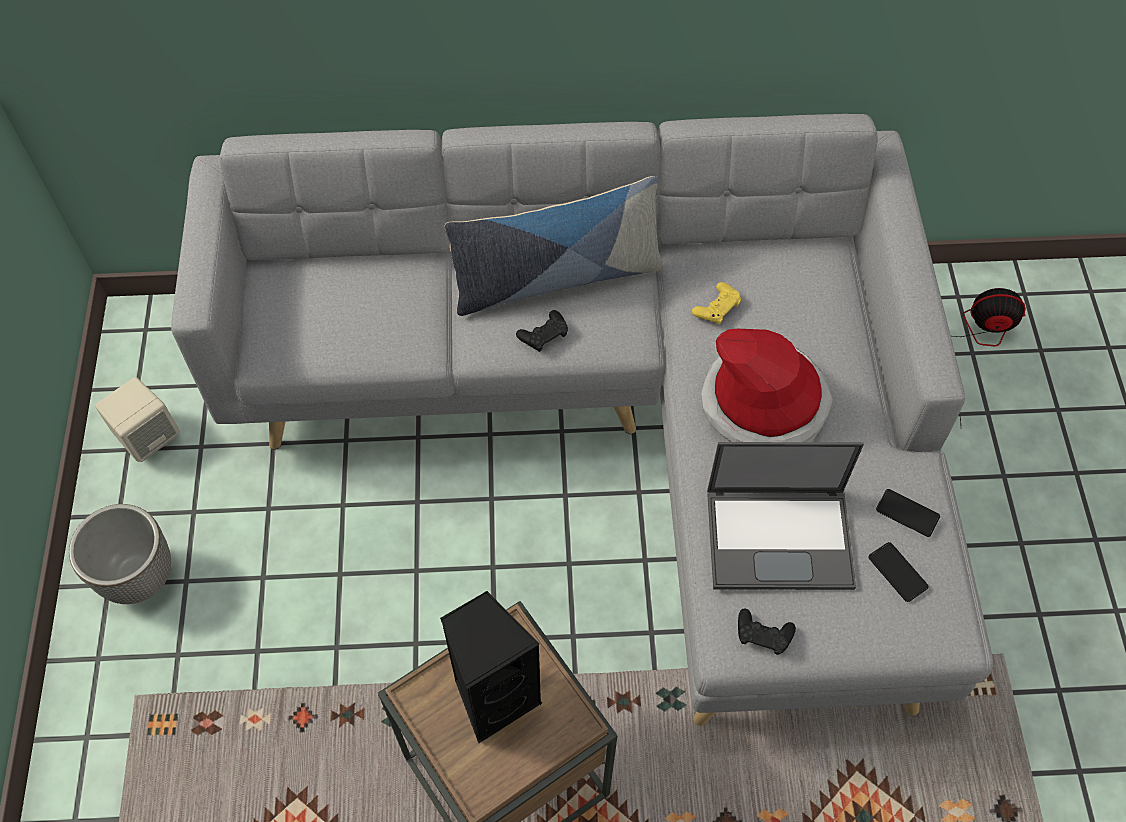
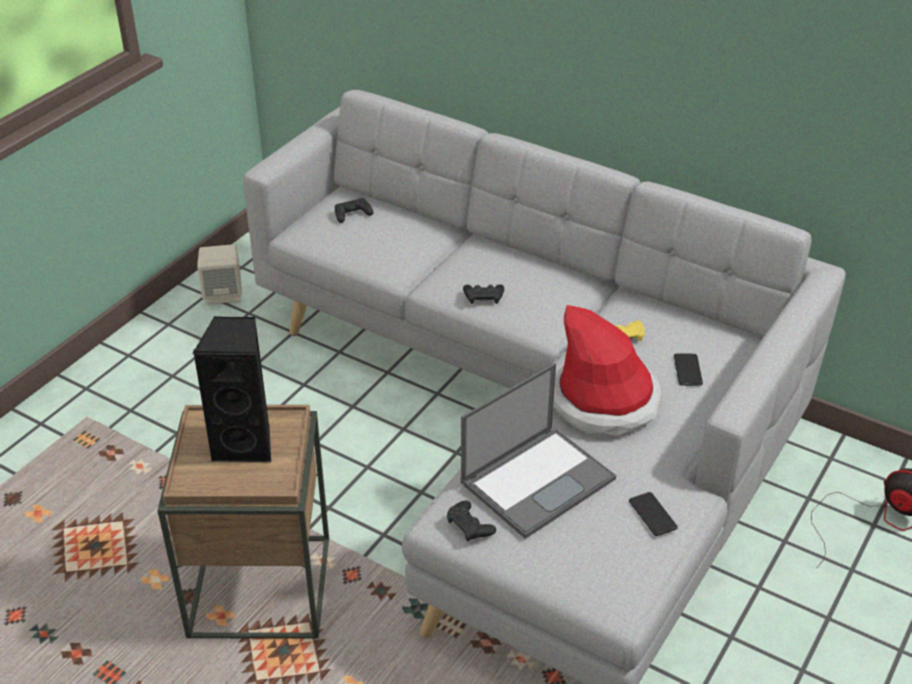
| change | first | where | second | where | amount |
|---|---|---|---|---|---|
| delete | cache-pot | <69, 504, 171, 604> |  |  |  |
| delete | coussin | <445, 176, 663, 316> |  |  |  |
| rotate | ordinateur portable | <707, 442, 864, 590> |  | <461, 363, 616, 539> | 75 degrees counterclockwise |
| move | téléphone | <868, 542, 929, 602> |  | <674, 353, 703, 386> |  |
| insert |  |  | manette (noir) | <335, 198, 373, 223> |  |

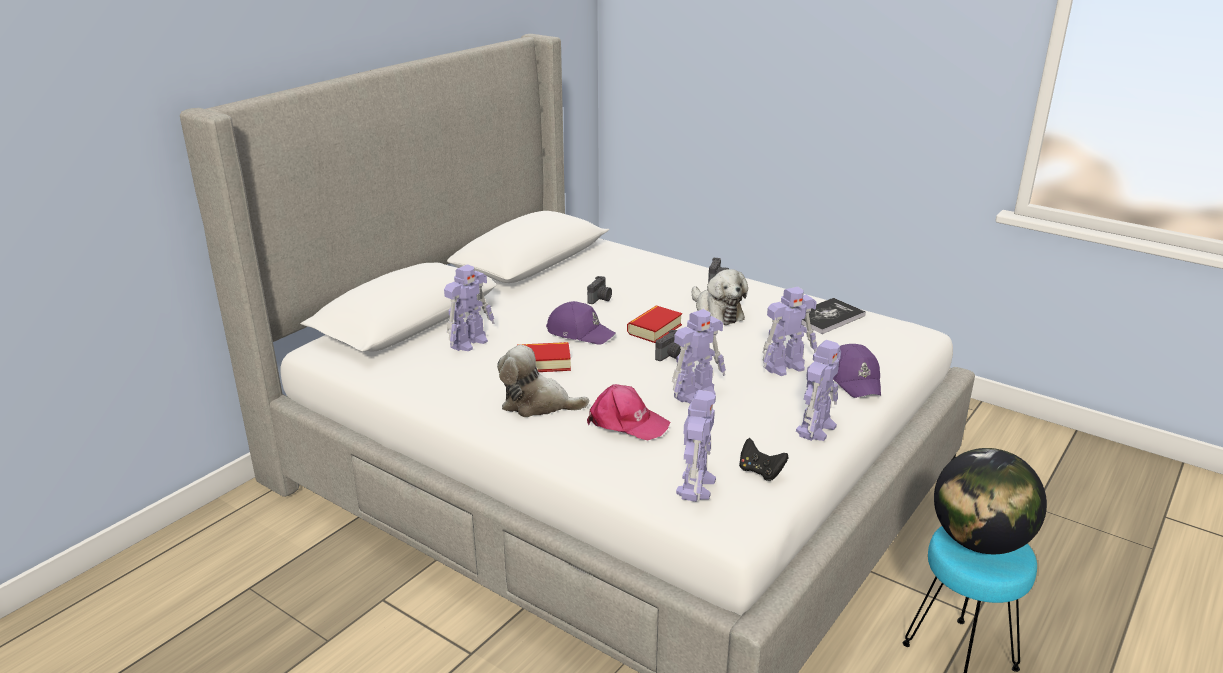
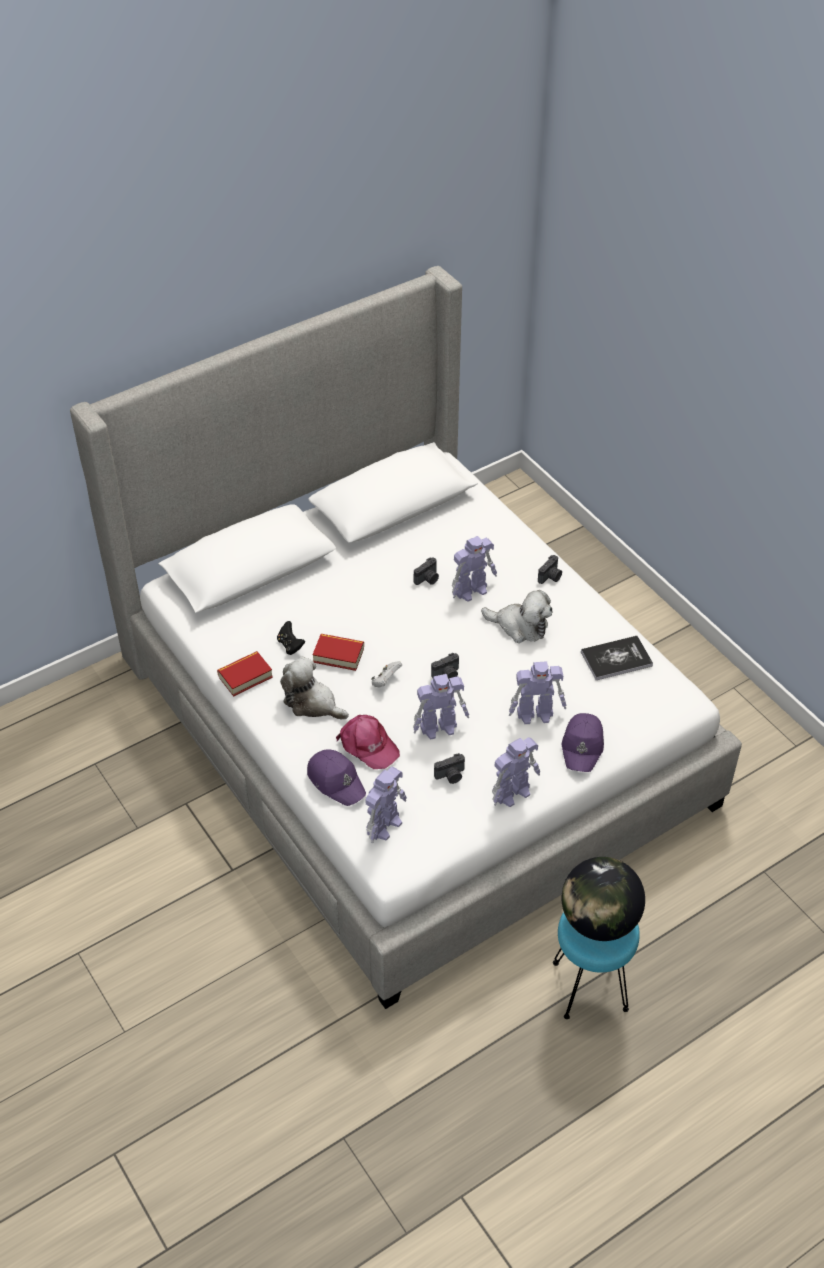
| change | first | where | second | where | amount |
|---|---|---|---|---|---|
| move | robot jouet | <444, 264, 494, 351> |  | <452, 536, 497, 602> |  |
| move | casquette (violet) | <546, 301, 615, 345> |  | <307, 749, 366, 806> |  |
| move | livre | <627, 305, 682, 343> |  | <217, 651, 273, 697> |  |
| rotate | peluche | <692, 269, 748, 325> |  | <481, 590, 552, 643> | 60 degrees counterclockwise |
| move | manette (noir) | <739, 438, 789, 481> |  | <277, 621, 305, 655> |  |
| insert |  |  | manette (blanc) | <371, 661, 402, 688> |  |
| insert |  |  | appareil photo | <434, 753, 465, 784> |  |

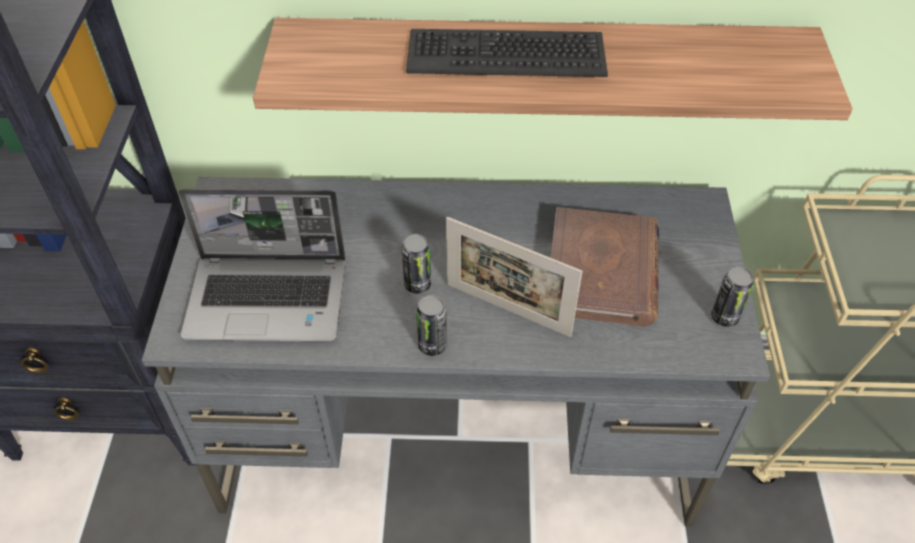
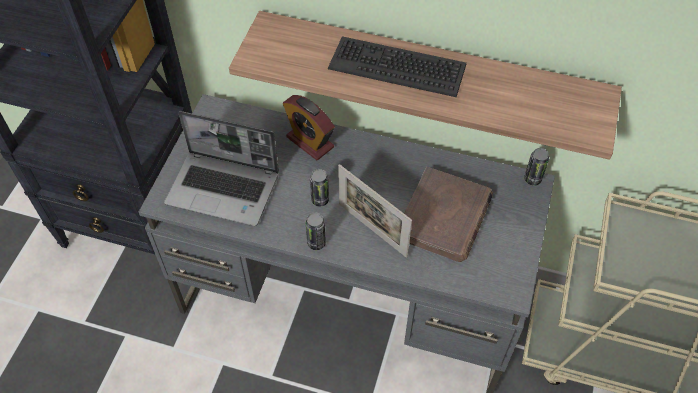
| change | first | where | second | where | amount |
|---|---|---|---|---|---|
| move | boîte métallique | <711, 266, 754, 327> |  | <524, 148, 549, 186> |  |
| insert |  |  | réveil | <283, 95, 335, 160> |  |

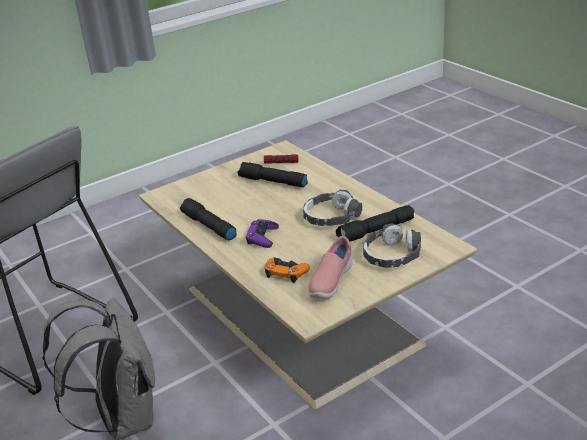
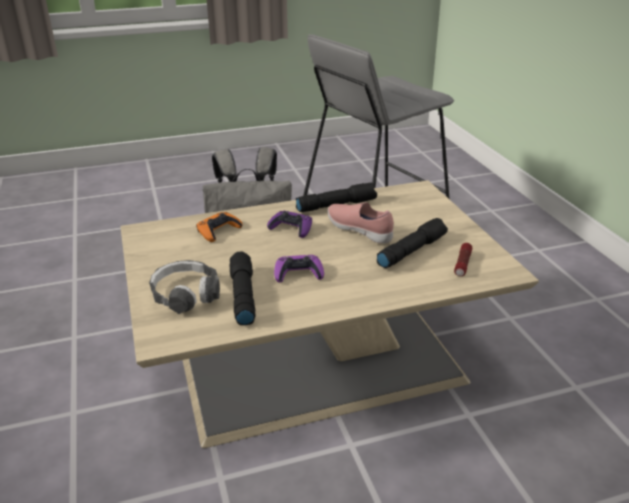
| change | first | where | second | where | amount |
|---|---|---|---|---|---|
| replace | casque audio | <303, 190, 362, 226> | manette (violet) | <274, 255, 324, 283> |  |
| move | chaussure (rose) | <308, 236, 353, 299> |  | <328, 202, 394, 244> |  |

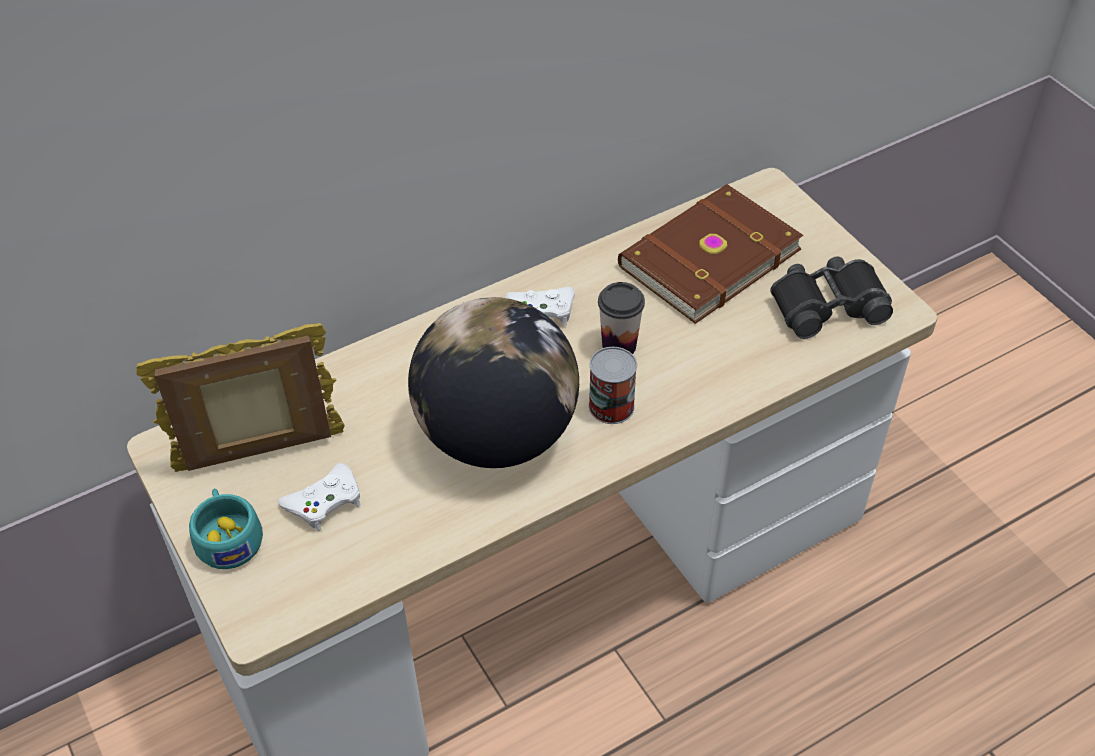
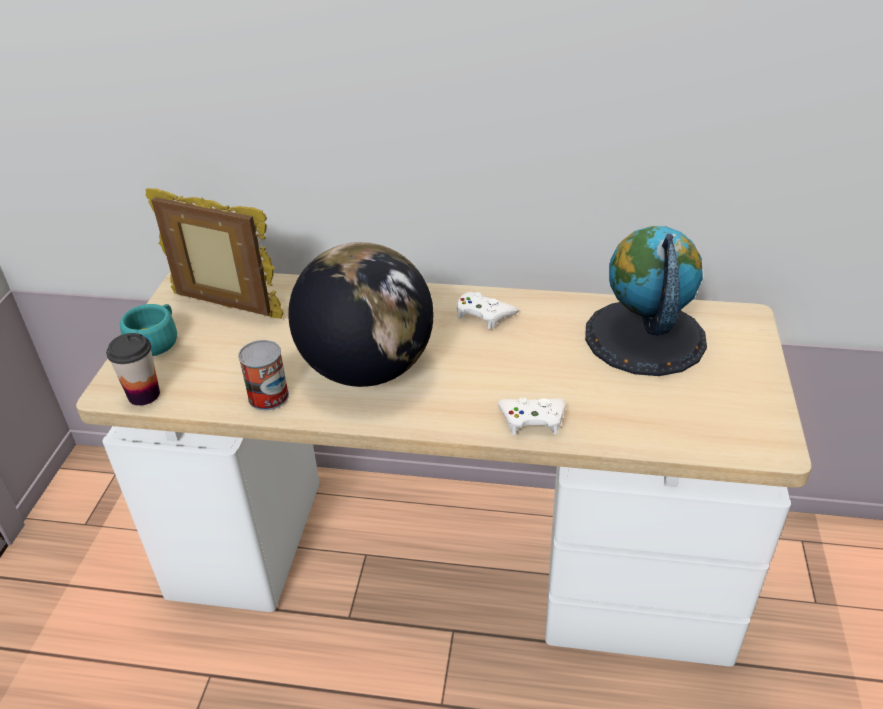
| change | first | where | second | where | amount |
|---|---|---|---|---|---|
| move | manette (blanc) | <278, 463, 361, 531> |  | <498, 397, 566, 435> |  |
| move | boîte métallique | <589, 347, 637, 424> |  | <238, 340, 289, 410> |  |
| move | tasse | <598, 282, 645, 354> |  | <106, 333, 160, 406> |  |
| replace | livre (marron) | <618, 184, 804, 324> | globe | <585, 226, 707, 376> |  |
| delete | jumelles (noir) | <770, 256, 893, 339> |  |  |  |

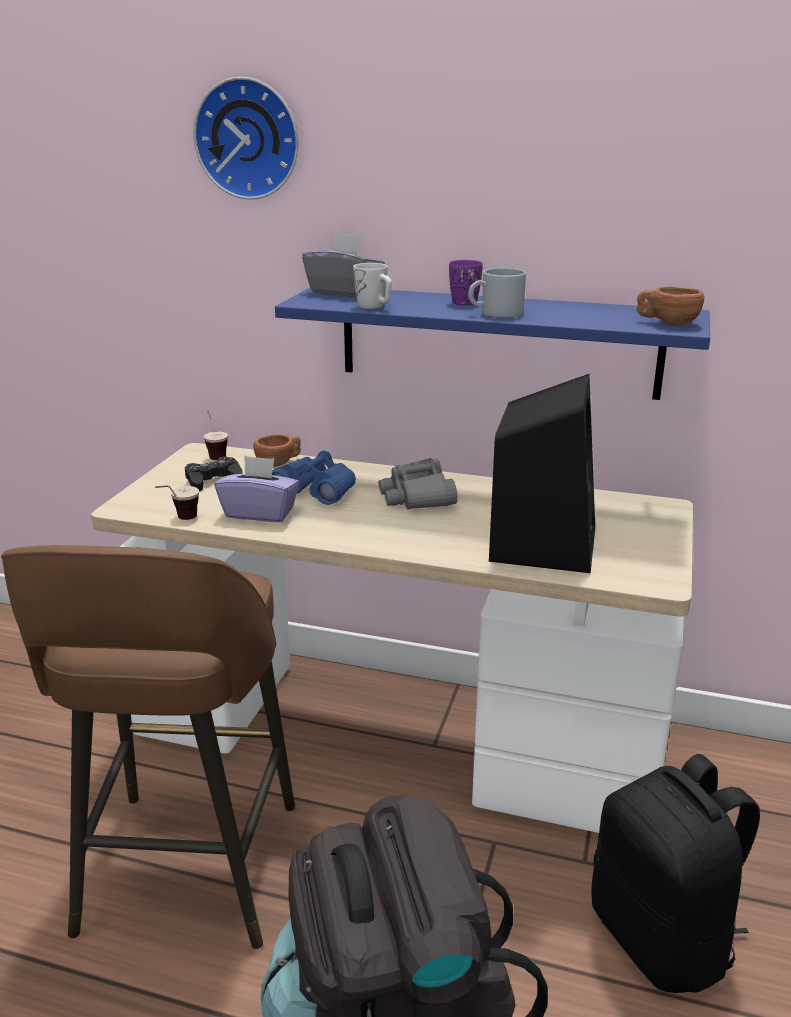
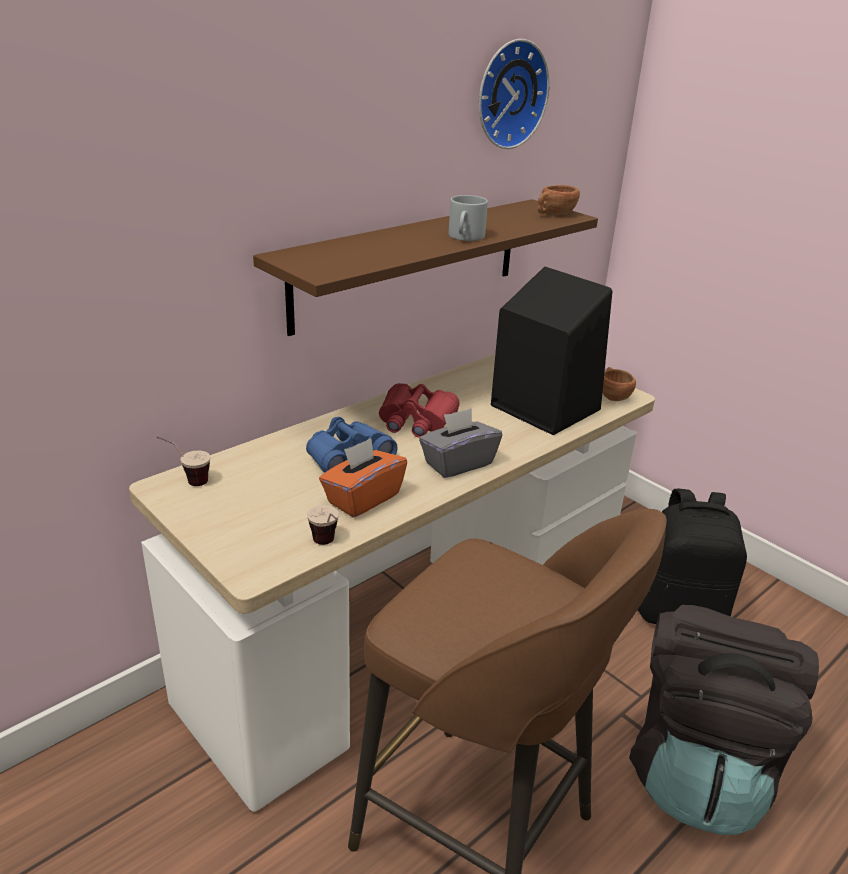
| change | first | where | second | where | amount |
|---|---|---|---|---|---|
| delete | manette (noir) | <185, 456, 243, 491> |  |  |  |
| move | horloge murale | <193, 77, 298, 200> |  | <479, 39, 550, 149> |  |
| recolor | boîte à mouchoirs (violet) | <215, 456, 300, 522> | boîte à mouchoirs (orange) | <319, 438, 407, 517> |  |
| move | tasse (marron) | <253, 434, 301, 467> |  | <602, 367, 636, 401> |  |
| recolor | étagère (bleu) | <275, 288, 710, 400> | étagère (marron) | <253, 199, 598, 336> |  |
| move | boîte à mouchoirs (gris) | <302, 233, 385, 297> |  | <419, 408, 502, 478> |  |
| delete | mug (blanc) | <353, 263, 392, 309> |  |  |  |
| recolor | jumelles (gris) | <379, 458, 458, 509> | jumelles (rouge) | <379, 383, 460, 438> |  |
| delete | mug (violet) | <449, 260, 483, 305> |  |  |  |

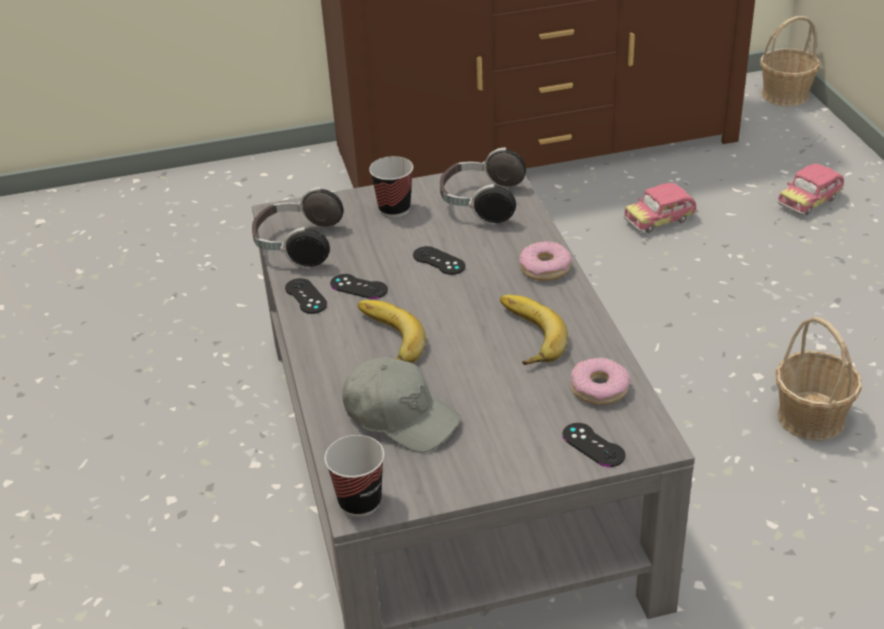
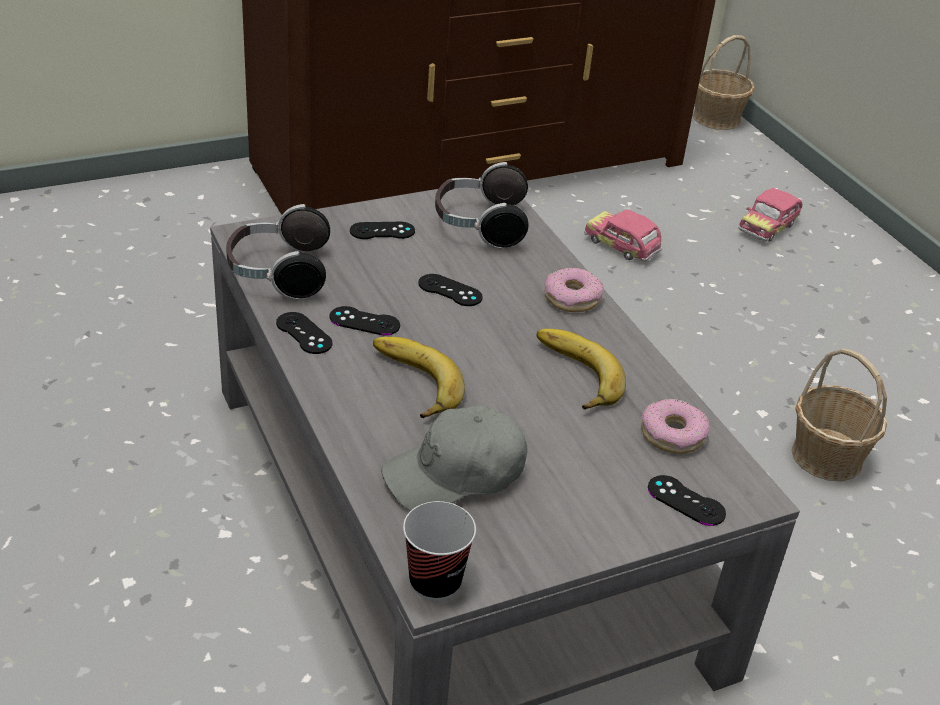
| change | first | where | second | where | amount |
|---|---|---|---|---|---|
| rotate | casquette (gris) | <342, 357, 461, 453> |  | <381, 405, 527, 511> | 135 degrees clockwise |
| replace | tasse | <369, 156, 413, 217> | manette (noir) | <350, 222, 415, 239> |  |
| rotate | petite voiture | <624, 183, 698, 233> |  | <584, 209, 663, 261> | 75 degrees clockwise |

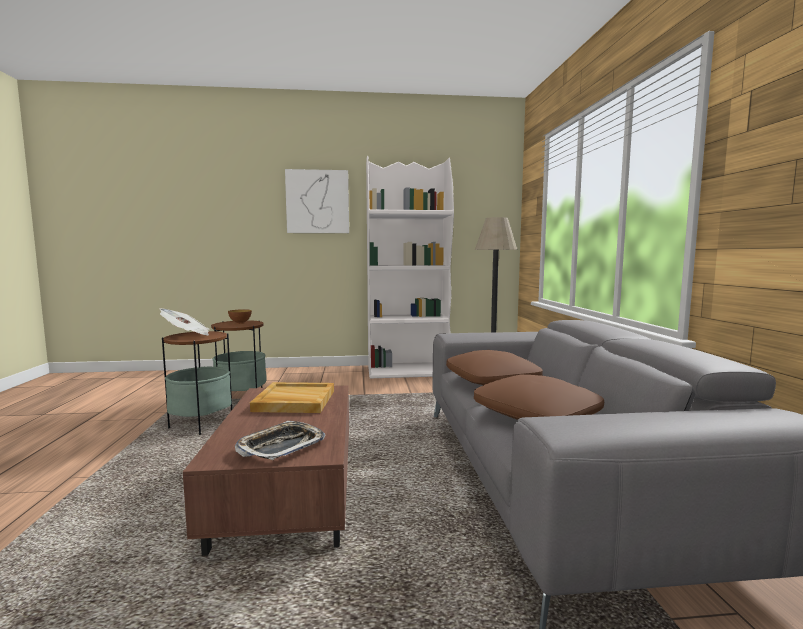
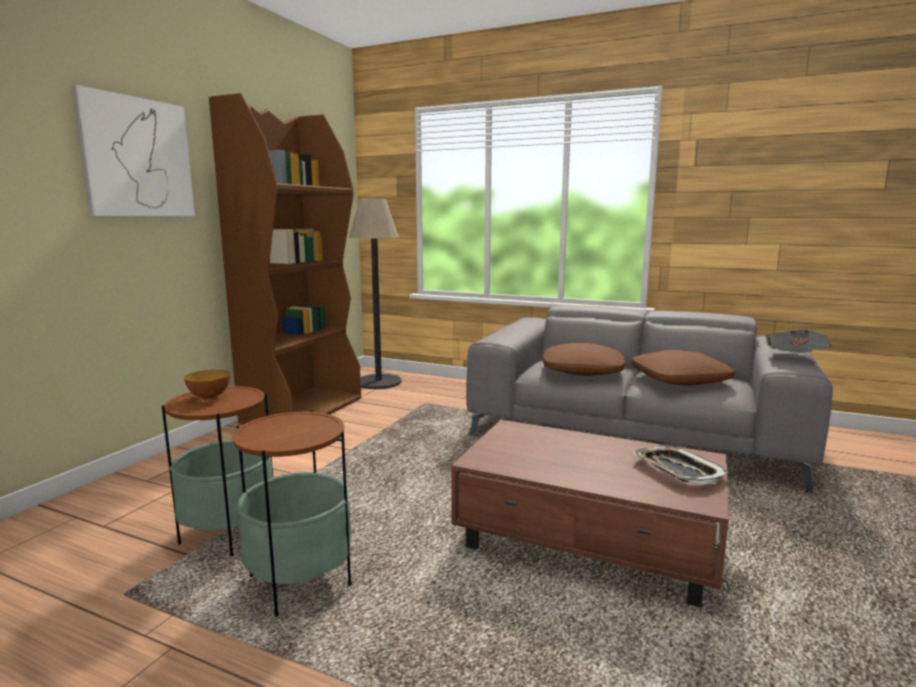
| change | first | where | second | where | amount |
|---|---|---|---|---|---|
| move | journal | <159, 308, 210, 335> |  | <765, 330, 832, 353> |  |
| delete | plateau (beige) | <250, 382, 334, 413> |  |  |  |
| recolor | bibliothèque (blanc) | <366, 156, 454, 378> | bibliothèque (marron) | <209, 93, 361, 424> |  |

